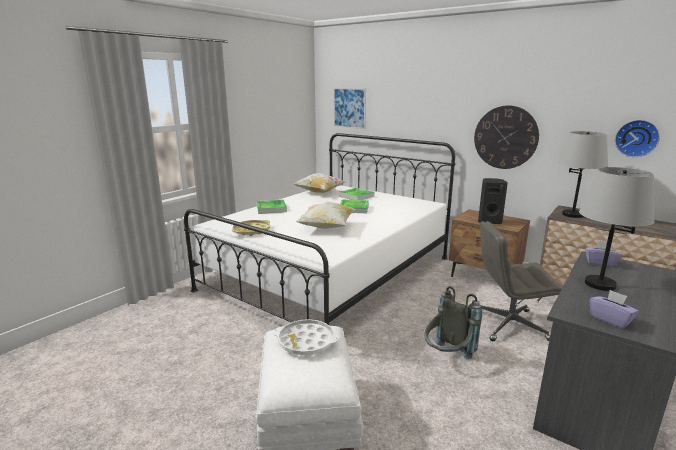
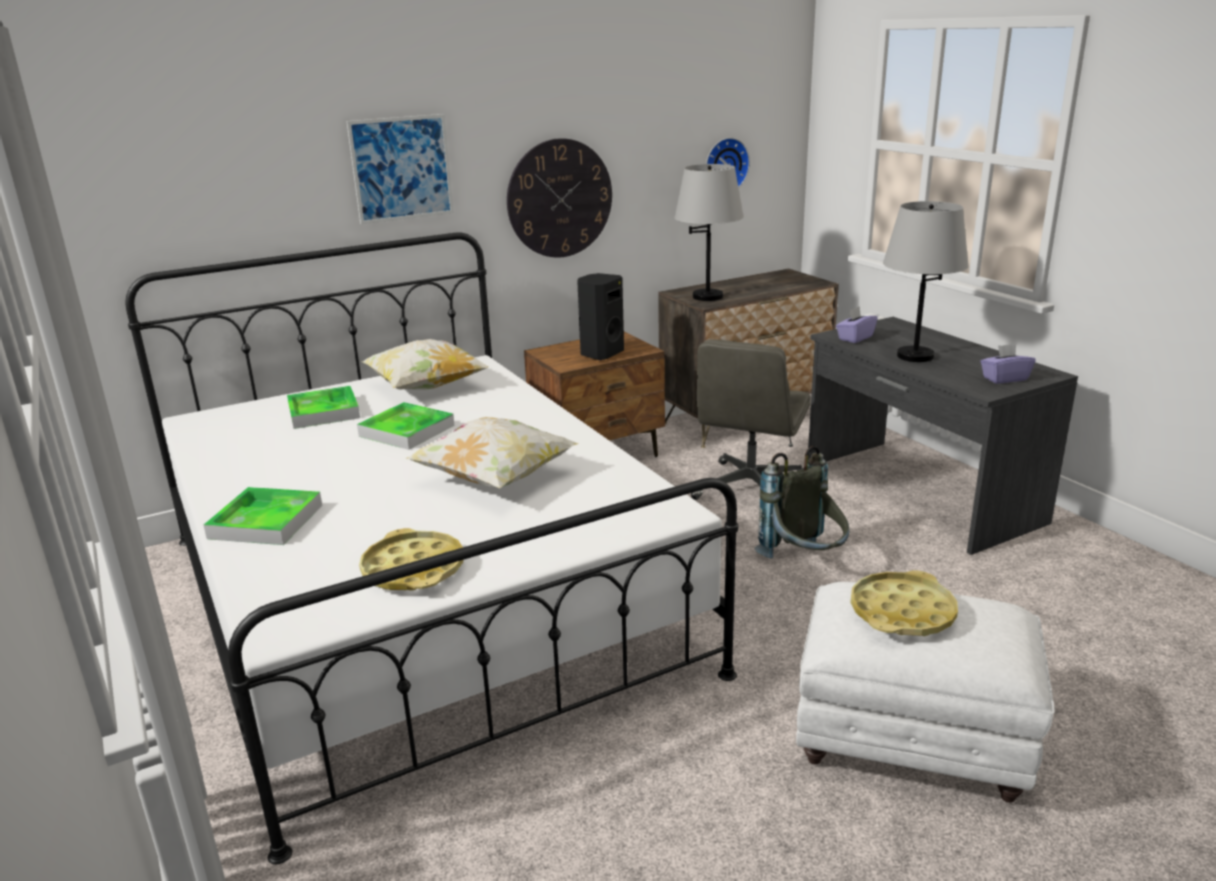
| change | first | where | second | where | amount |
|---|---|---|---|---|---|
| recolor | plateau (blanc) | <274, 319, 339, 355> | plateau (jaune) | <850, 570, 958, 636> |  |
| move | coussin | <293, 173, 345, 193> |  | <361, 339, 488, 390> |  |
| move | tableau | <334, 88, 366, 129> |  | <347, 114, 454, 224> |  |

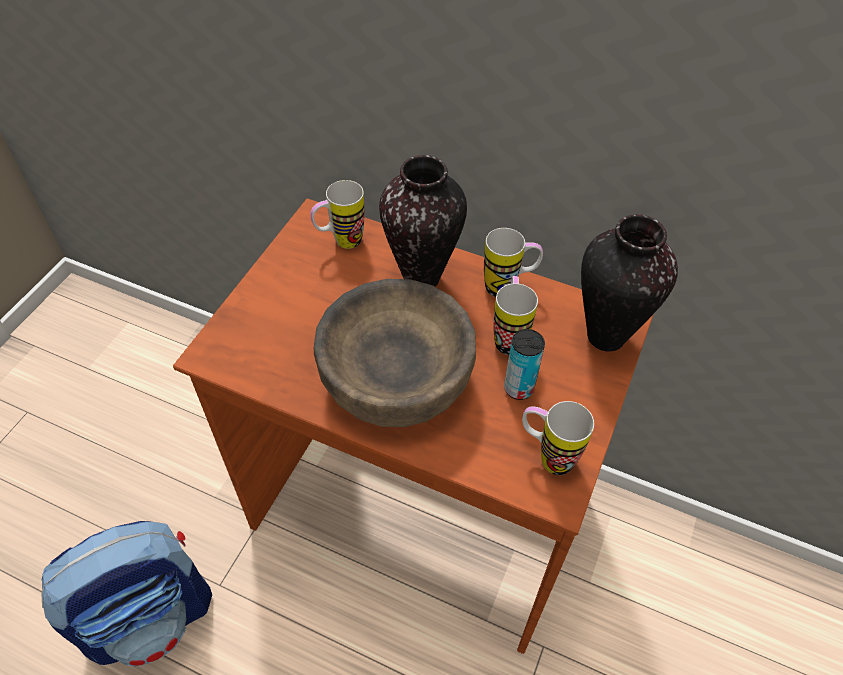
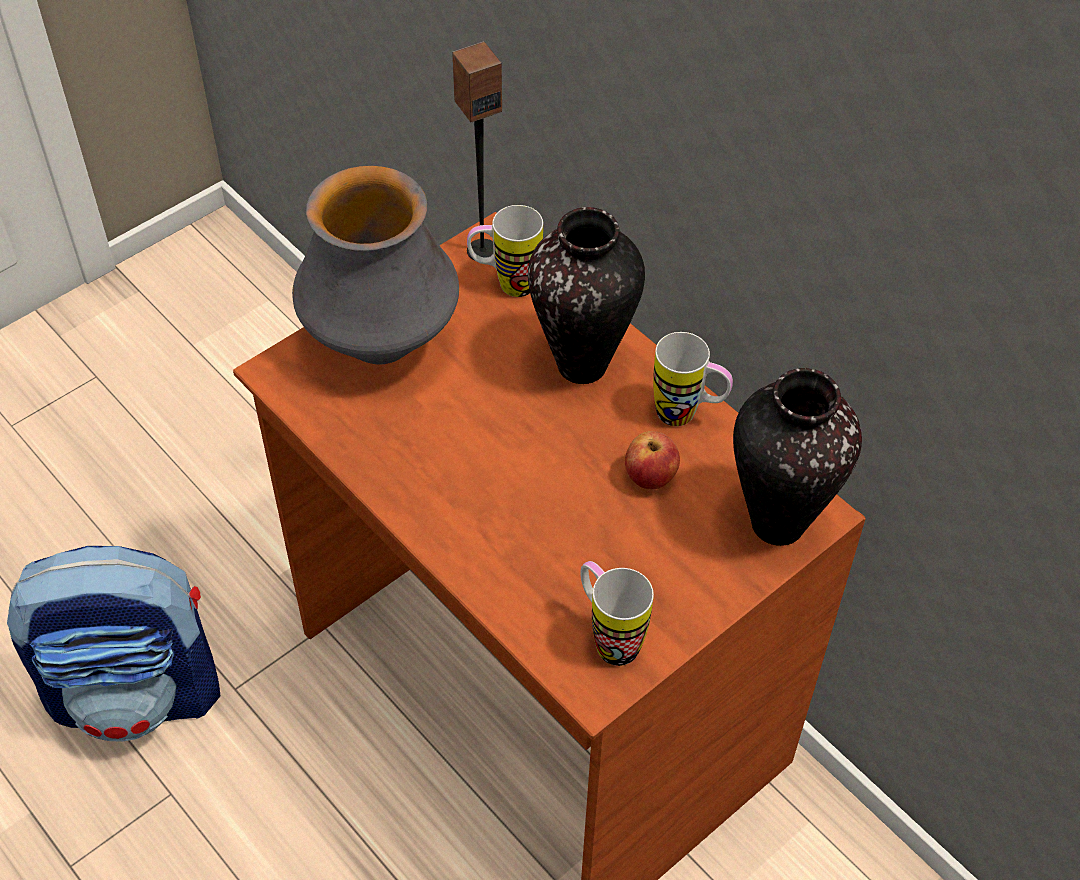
| change | first | where | second | where | amount |
|---|---|---|---|---|---|
| delete | bol (marron) | <314, 279, 476, 427> |  |  |  |
| replace | mug | <493, 276, 538, 355> | pomme | <625, 431, 680, 489> |  |
| delete | boîte métallique | <504, 329, 545, 400> |  |  |  |
| insert |  |  | vase | <292, 166, 459, 364> |  |
| insert |  |  | enceinte | <452, 41, 502, 261> |  |

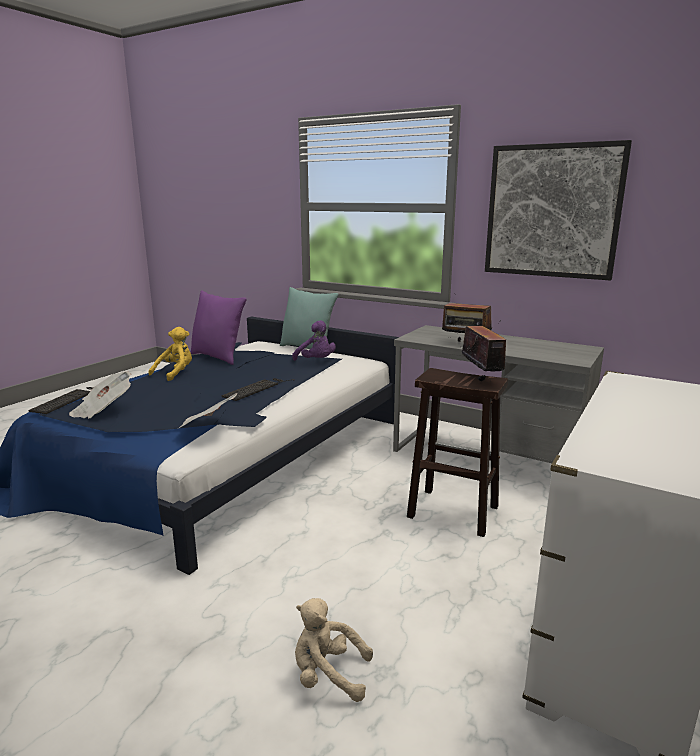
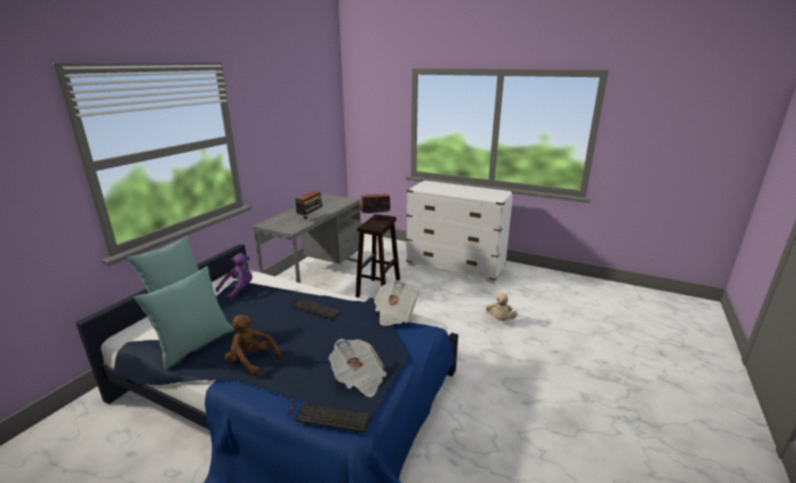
| change | first | where | second | where | amount |
|---|---|---|---|---|---|
| recolor | peluche (jaune) | <148, 327, 192, 381> | peluche (marron) | <225, 314, 281, 376> |  |
| recolor | coussin (violet) | <190, 290, 247, 365> | coussin (turquoise) | <134, 266, 234, 369> |  |
| delete | tableau | <485, 140, 632, 280> |  |  |  |

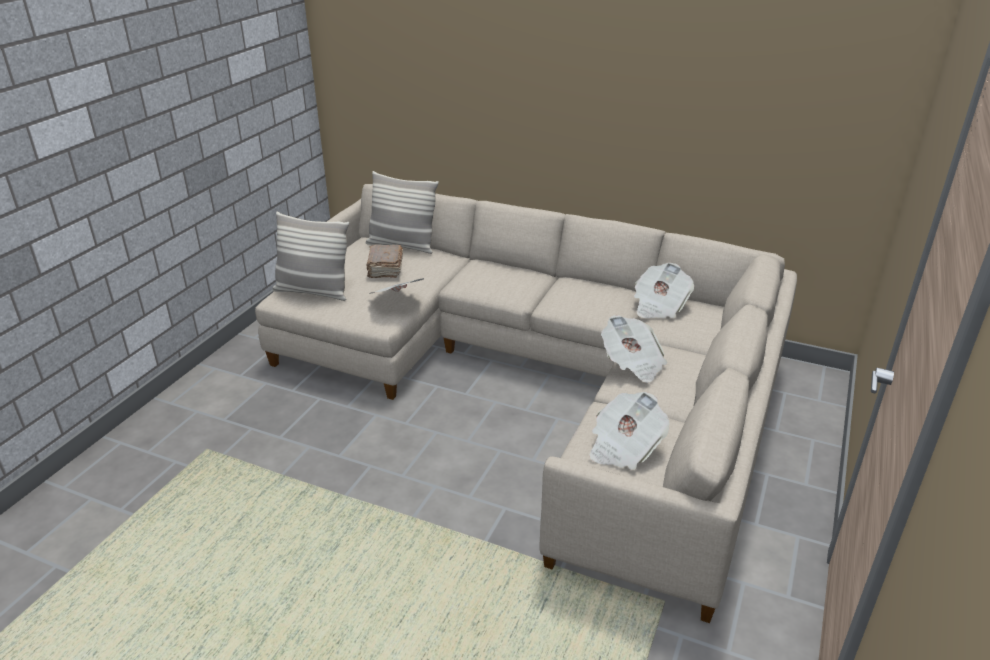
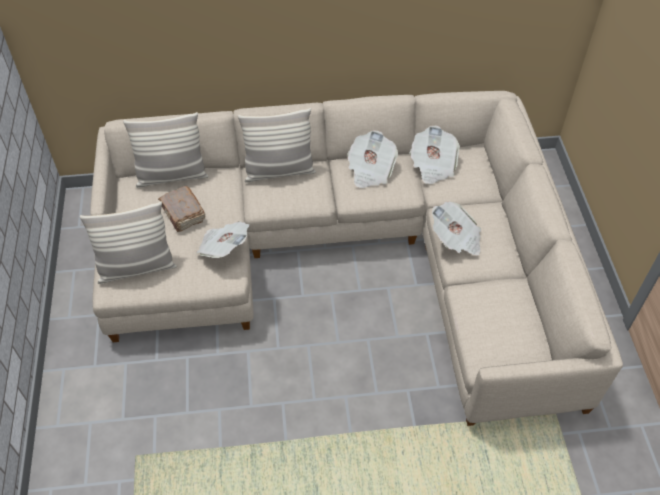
| change | first | where | second | where | amount |
|---|---|---|---|---|---|
| move | journal | <589, 392, 670, 470> |  | <347, 130, 398, 188> |  |
| insert |  |  | coussin | <238, 108, 316, 183> |  |

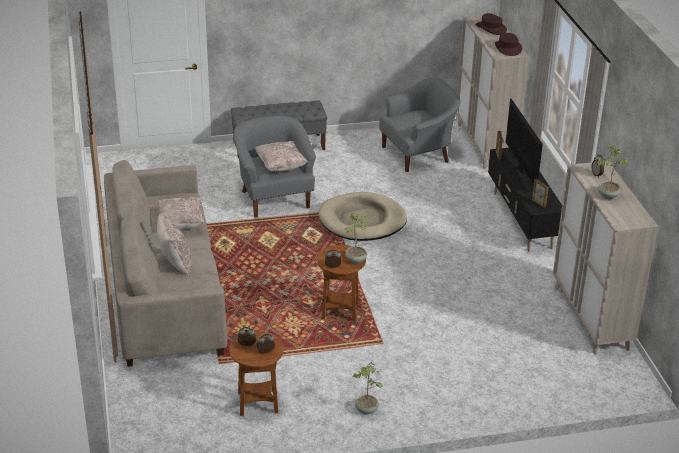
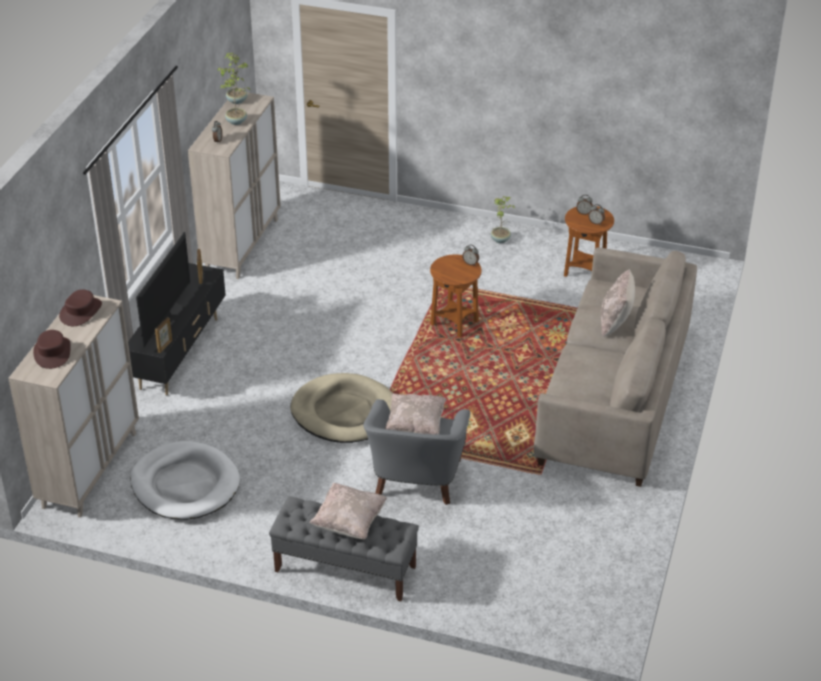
| change | first | where | second | where | amount |
|---|---|---|---|---|---|
| move | coussin (beige) | <156, 197, 204, 229> |  | <309, 483, 387, 539> |  |
| move | plante en pot | <345, 213, 368, 264> |  | <218, 53, 248, 104> |  |
| replace | fauteuil (gris) | <379, 78, 460, 172> | panier pour chien (blanc) | <130, 441, 240, 520> |  |

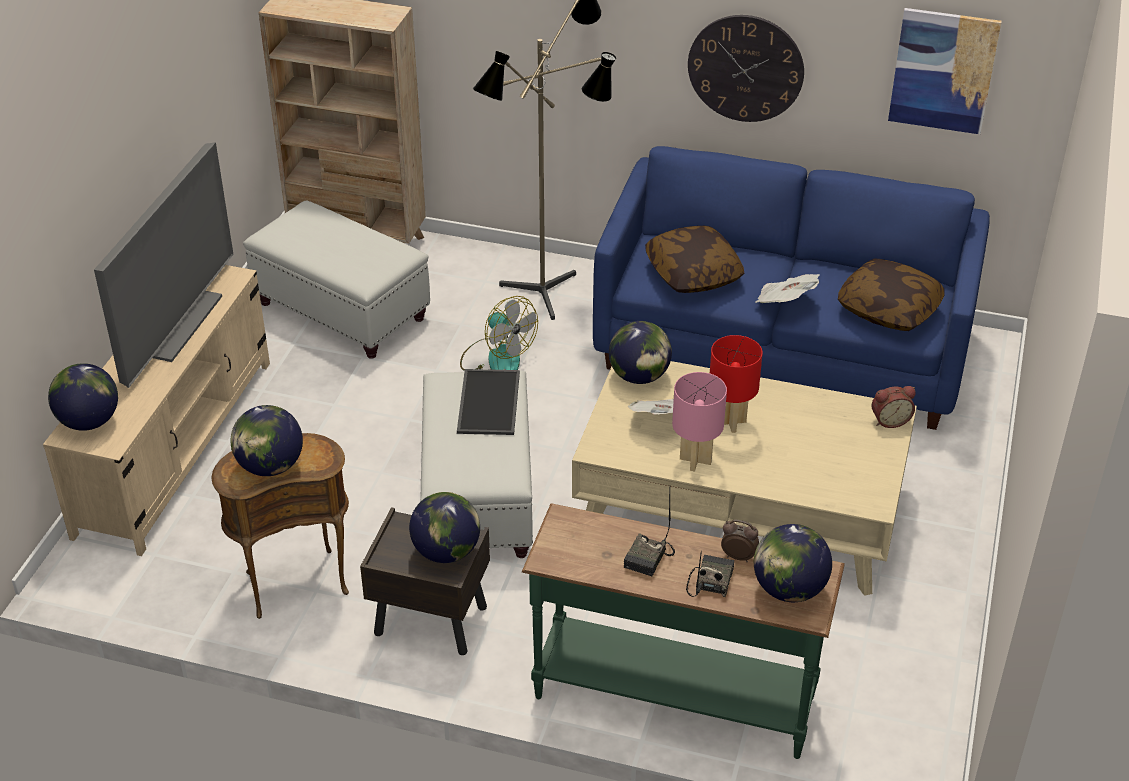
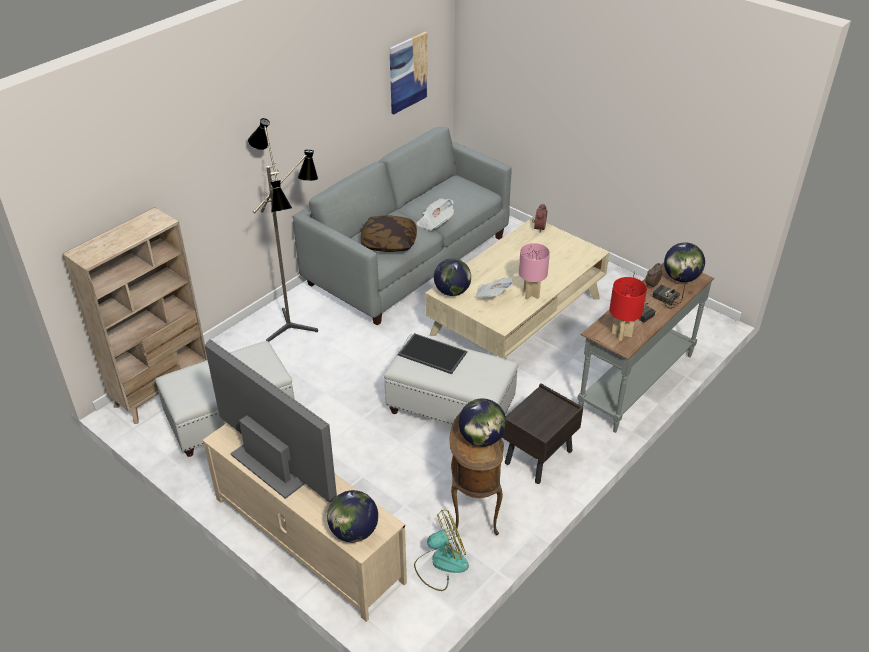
| change | first | where | second | where | amount |
|---|---|---|---|---|---|
| delete | globe | <409, 492, 480, 563> |  |  |  |
| move | ventilateur | <460, 296, 538, 371> |  | <414, 509, 469, 591> |  |
| recolor | table console (vert) | <522, 503, 845, 759> | table console (gris) | <578, 262, 714, 433> |  |
| recolor | canapé (bleu) | <593, 146, 990, 430> | canapé (gris) | <293, 127, 512, 325> |  |
| delete | horloge murale | <688, 15, 804, 122> |  |  |  |
| move | lampe de table (rouge) | <710, 335, 763, 433> |  | <609, 277, 647, 341> |  |
| delete | coussin | <838, 258, 945, 331> |  |  |  |

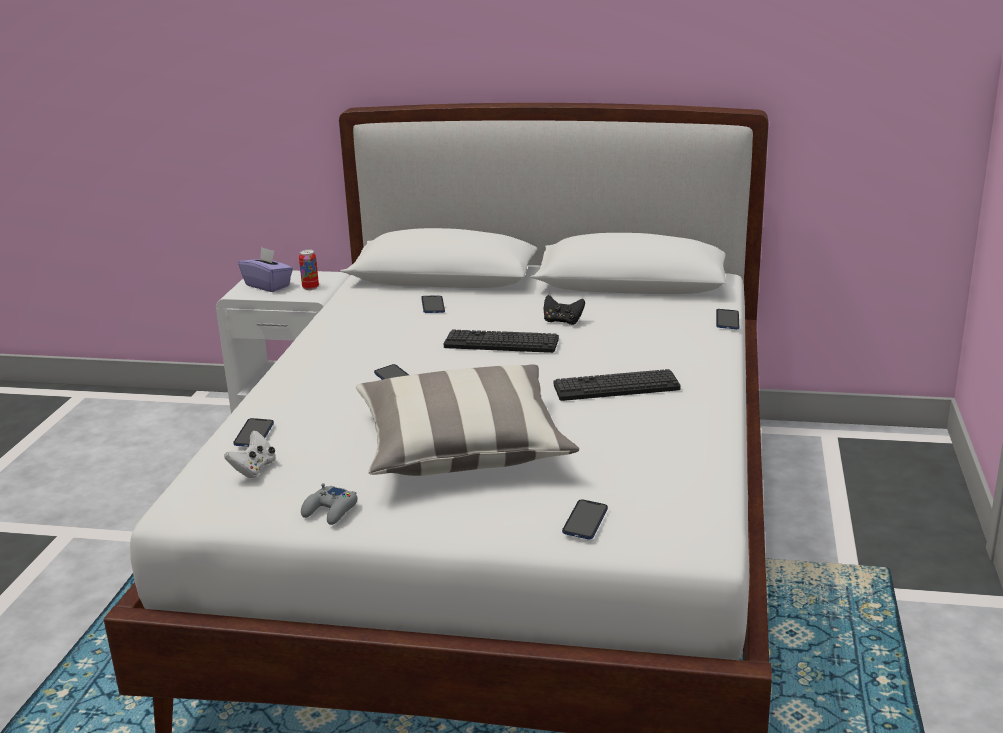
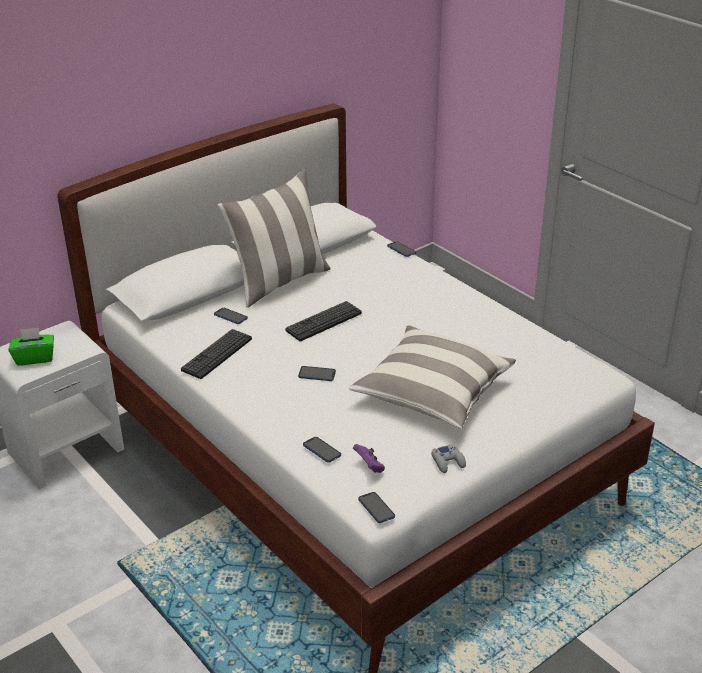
| change | first | where | second | where | amount |
|---|---|---|---|---|---|
| recolor | manette (blanc) | <224, 430, 275, 478> | manette (violet) | <353, 444, 385, 473> |  |
| recolor | boîte à mouchoirs (violet) | <238, 247, 293, 292> | boîte à mouchoirs (vert) | <8, 327, 54, 366> |  |
| delete | boîte métallique | <299, 249, 319, 290> |  |  |  |
| delete | manette (noir) | <544, 295, 585, 325> |  |  |  |
| move | clavier | <554, 369, 681, 401> |  | <181, 329, 252, 379> |  |
| move | téléphone | <562, 499, 608, 539> |  | <358, 492, 395, 523> |  |
| insert |  |  | coussin | <218, 169, 331, 308> |  |

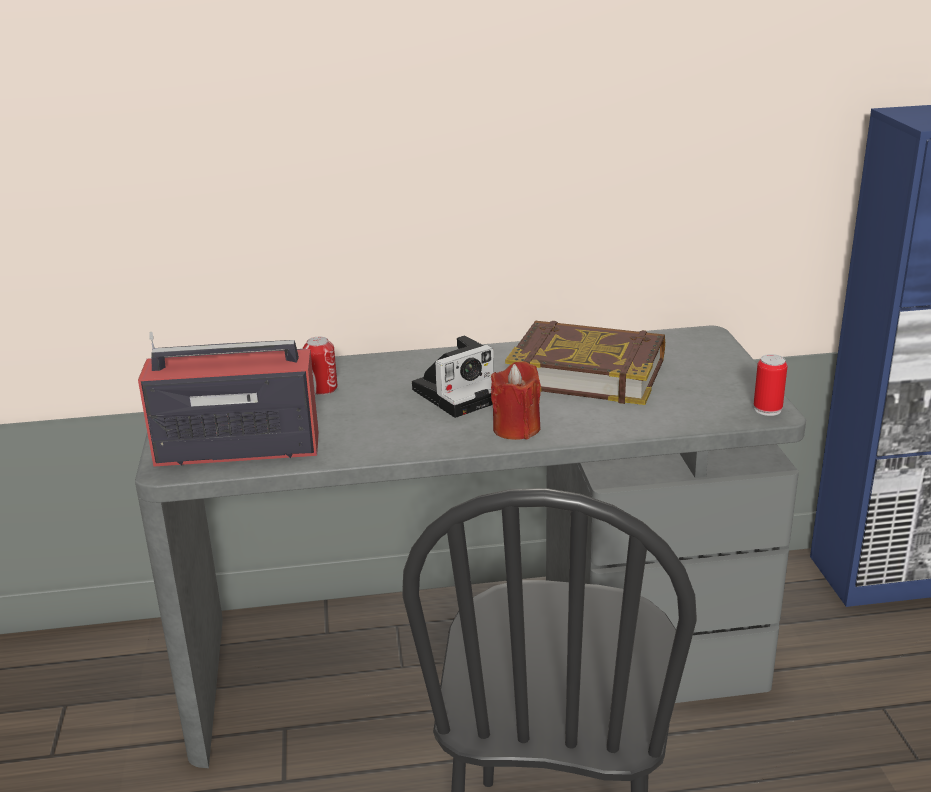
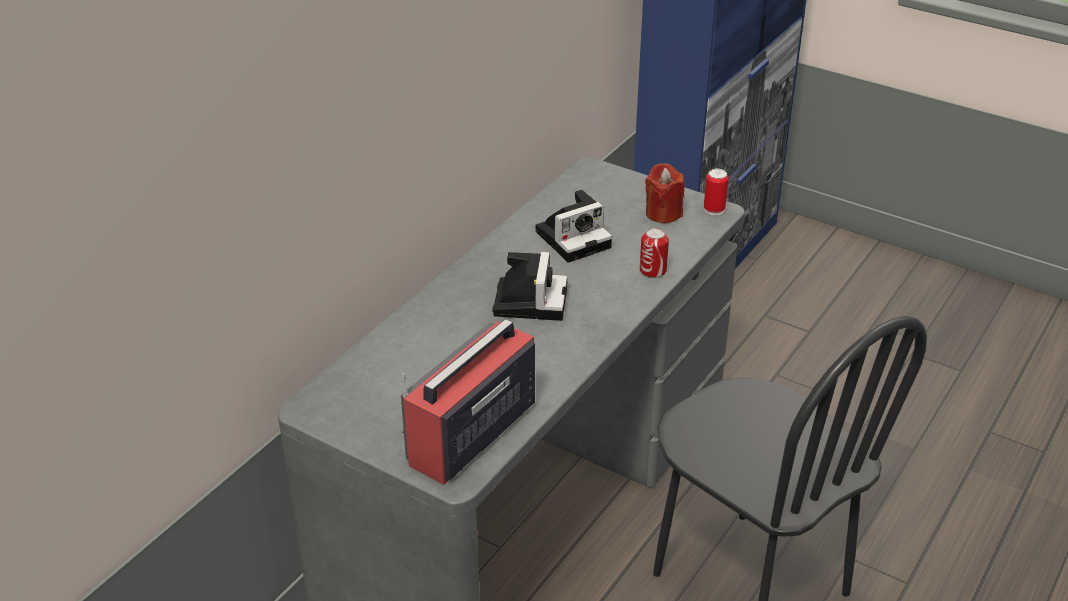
| change | first | where | second | where | amount |
|---|---|---|---|---|---|
| move | boîte métallique | <303, 337, 338, 395> |  | <640, 228, 669, 278> |  |
| move | bougie (rouge) | <491, 361, 541, 440> |  | <645, 163, 684, 223> |  |
| replace | livre | <505, 321, 665, 405> | appareil photo | <535, 190, 612, 263> |  |

